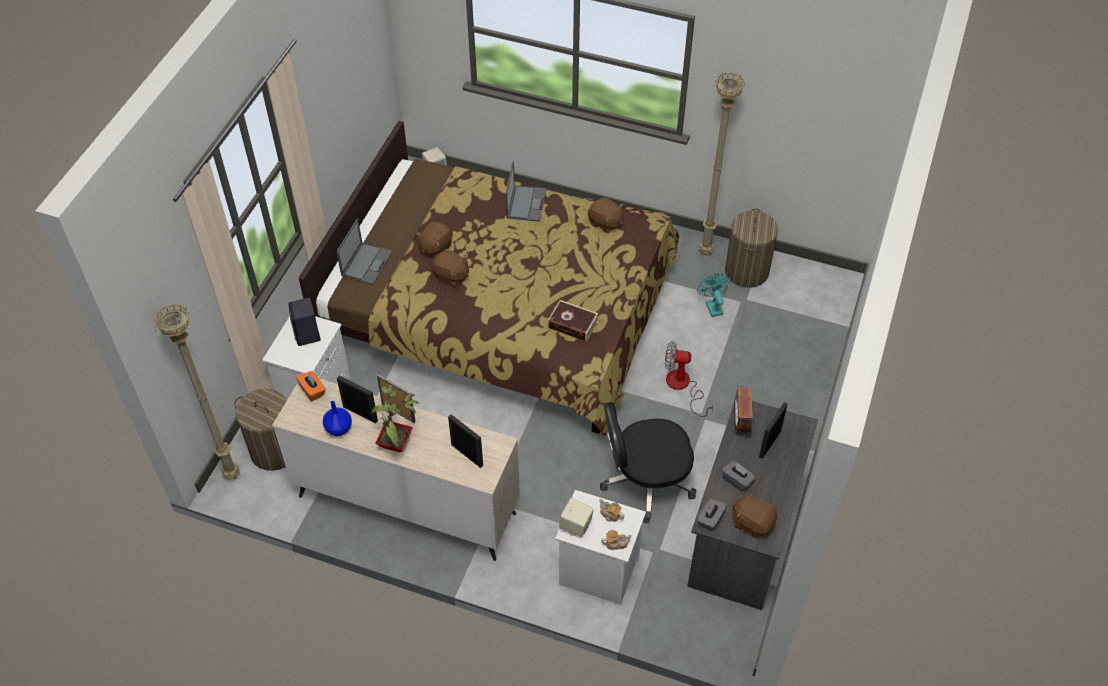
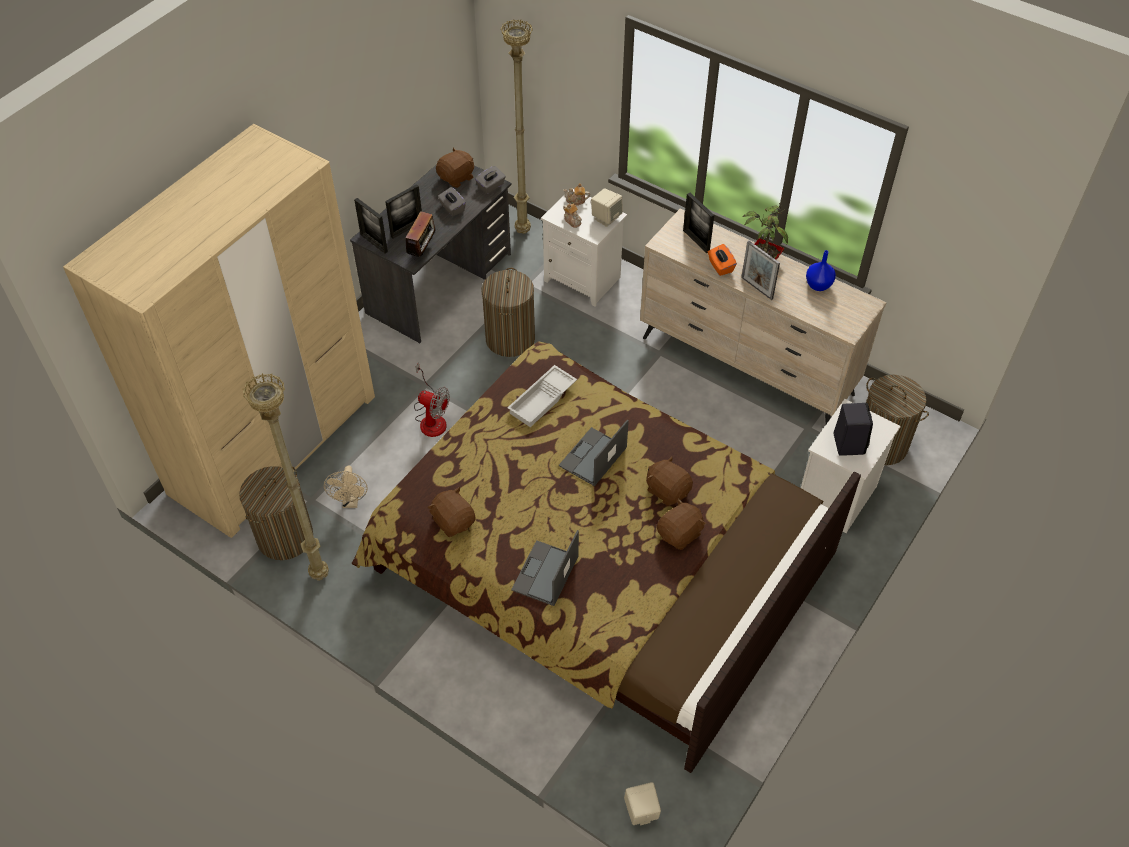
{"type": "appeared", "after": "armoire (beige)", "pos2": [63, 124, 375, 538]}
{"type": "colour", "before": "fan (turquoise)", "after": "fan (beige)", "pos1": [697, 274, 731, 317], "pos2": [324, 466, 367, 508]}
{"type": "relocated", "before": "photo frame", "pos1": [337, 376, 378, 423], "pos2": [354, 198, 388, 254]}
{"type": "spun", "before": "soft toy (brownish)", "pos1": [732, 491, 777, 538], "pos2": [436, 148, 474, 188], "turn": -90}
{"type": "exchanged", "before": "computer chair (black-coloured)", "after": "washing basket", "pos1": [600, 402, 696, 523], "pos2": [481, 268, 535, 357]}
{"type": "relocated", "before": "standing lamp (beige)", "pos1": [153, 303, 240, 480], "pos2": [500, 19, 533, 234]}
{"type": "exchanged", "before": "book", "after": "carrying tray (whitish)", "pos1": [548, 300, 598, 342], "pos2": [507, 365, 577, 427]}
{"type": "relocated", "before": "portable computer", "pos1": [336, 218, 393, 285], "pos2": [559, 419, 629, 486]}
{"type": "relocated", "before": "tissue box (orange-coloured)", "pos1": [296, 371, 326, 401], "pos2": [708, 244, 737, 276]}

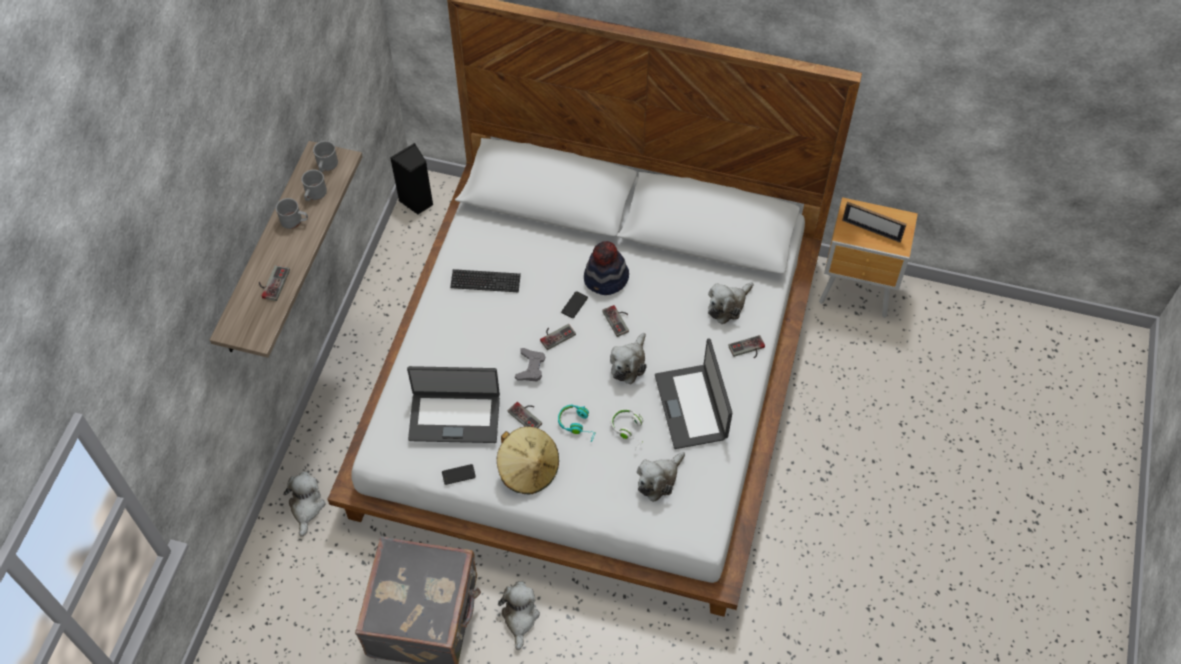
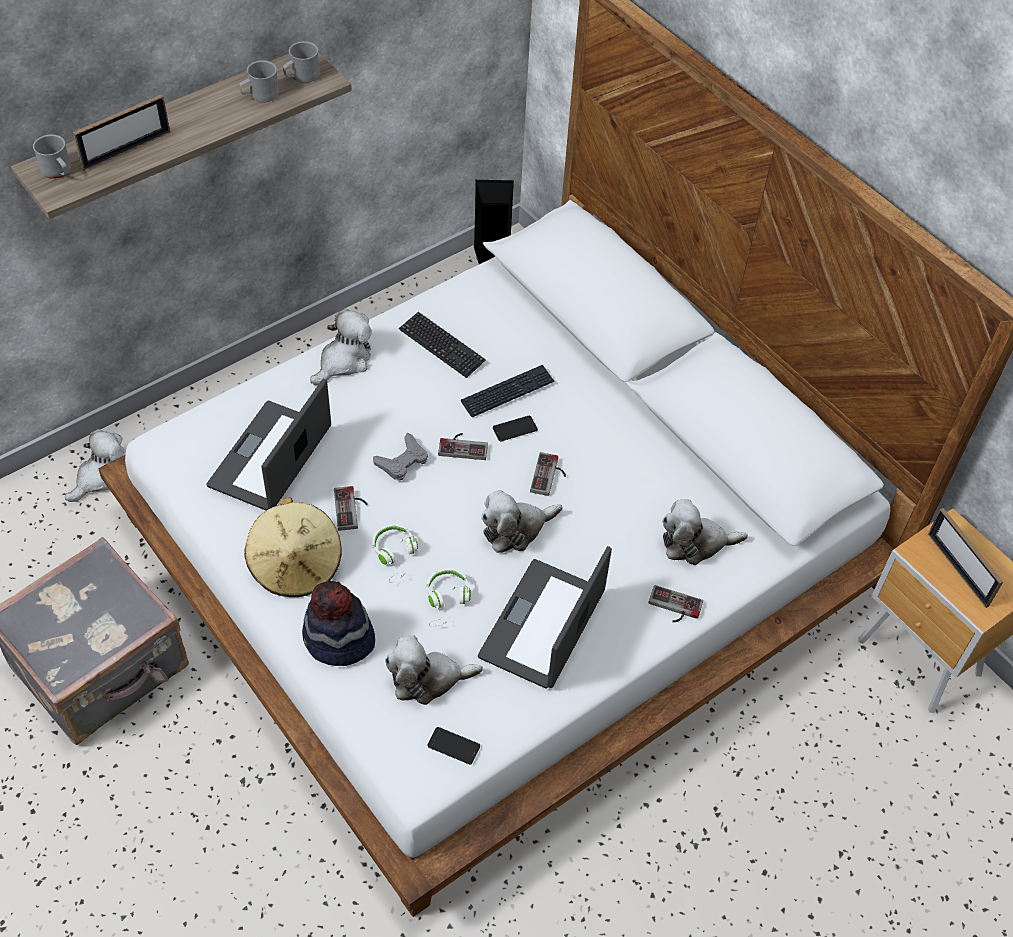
{"type": "relocated", "before": "tea mug (greyish)", "pos1": [276, 198, 308, 229], "pos2": [33, 134, 71, 179]}
{"type": "exchanged", "before": "gamepad", "after": "photo frame", "pos1": [259, 265, 290, 301], "pos2": [73, 94, 170, 171]}
{"type": "spun", "before": "portable computer", "pos1": [407, 366, 500, 443], "pos2": [206, 379, 331, 510], "turn": 75}
{"type": "relocated", "before": "clothing hat", "pos1": [584, 241, 629, 295], "pos2": [302, 581, 375, 666]}
{"type": "relocated", "before": "soft toy", "pos1": [498, 582, 540, 650], "pos2": [310, 309, 372, 385]}
{"type": "colour", "before": "headphones (turquoise)", "after": "headphones (whitish)", "pos1": [558, 405, 596, 442], "pos2": [372, 524, 418, 583]}
{"type": "relocated", "before": "telephone", "pos1": [442, 464, 476, 485], "pos2": [427, 727, 480, 765]}
{"type": "appeared", "after": "computer keyboard", "pos2": [461, 365, 555, 417]}

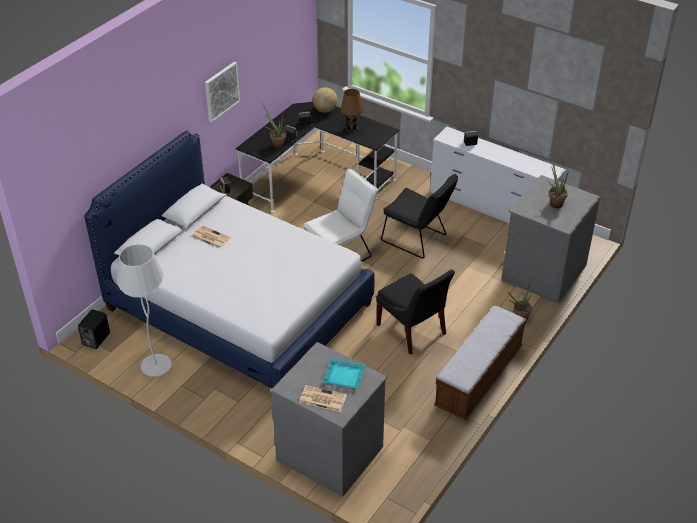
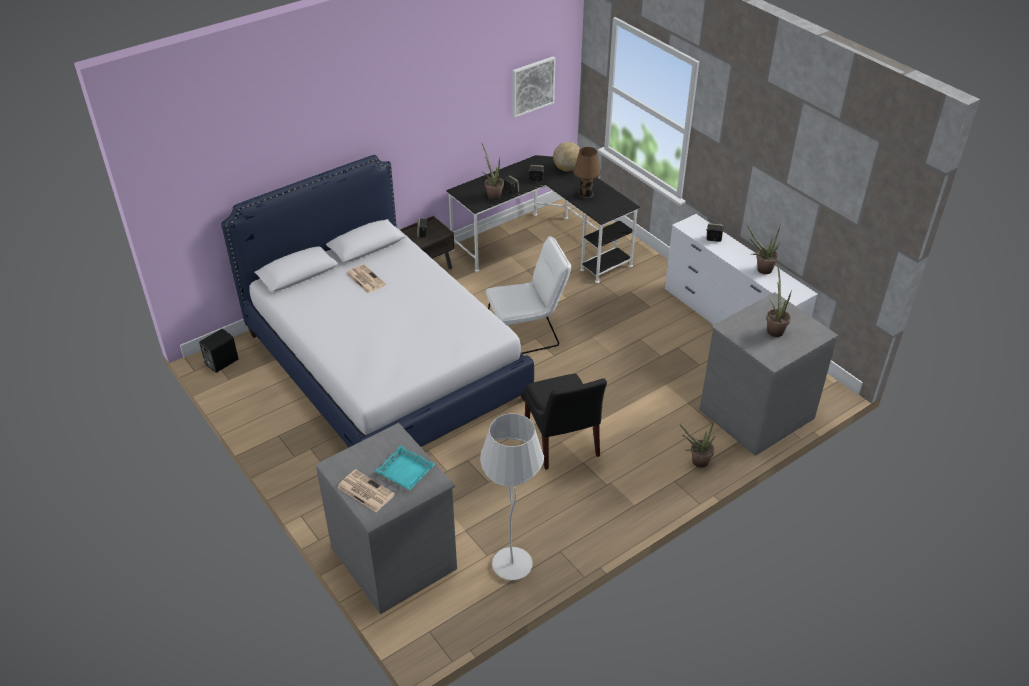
{"type": "relocated", "before": "standing lamp (whitish)", "pos1": [116, 244, 172, 377], "pos2": [480, 413, 544, 580]}
{"type": "relocated", "before": "wall art", "pos1": [205, 62, 240, 122], "pos2": [513, 57, 555, 118]}
{"type": "appeared", "after": "potted plant", "pos2": [747, 225, 780, 274]}
{"type": "missing", "before": "upright chair (black-coloured)", "pos1": [381, 173, 458, 259]}
{"type": "missing", "before": "bench", "pos1": [434, 305, 527, 421]}

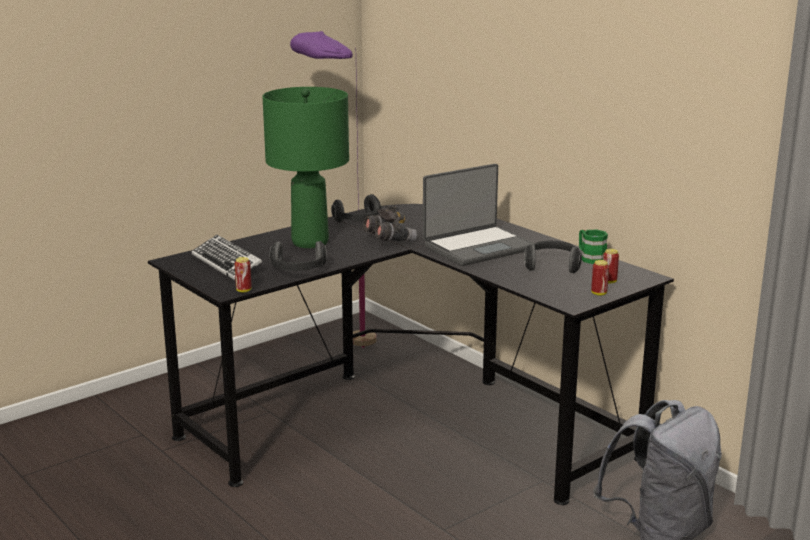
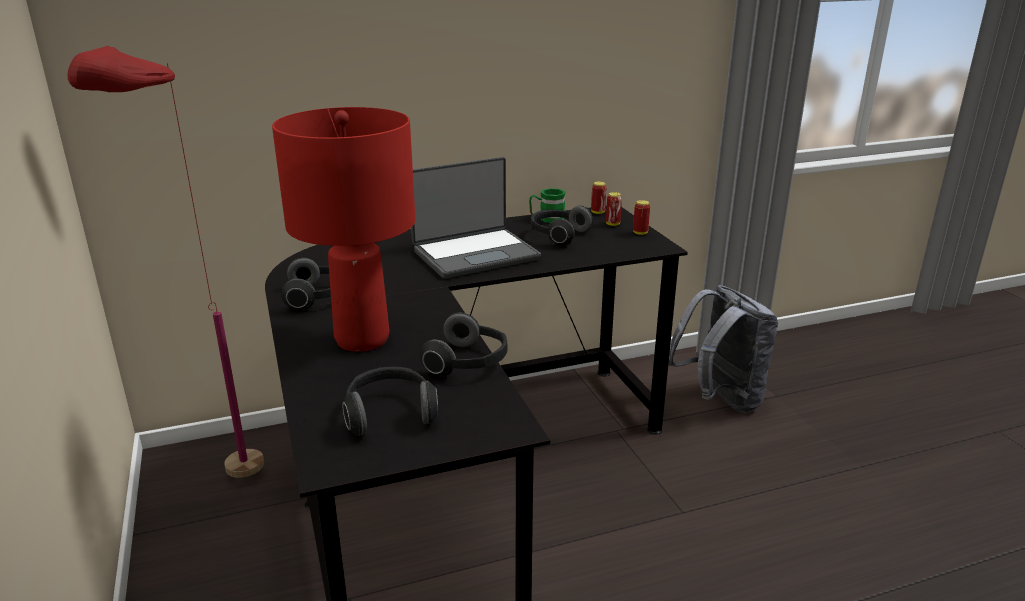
{"type": "colour", "before": "standing lamp (purple-coloured)", "after": "standing lamp (reddish)", "pos1": [290, 31, 377, 348], "pos2": [67, 46, 264, 478]}
{"type": "colour", "before": "lamp for a table (greenish)", "after": "lamp for a table (reddish)", "pos1": [262, 87, 349, 248], "pos2": [272, 107, 416, 352]}
{"type": "exchanged", "before": "computer keyboard", "after": "headphones", "pos1": [192, 235, 262, 281], "pos2": [342, 367, 438, 436]}
{"type": "spun", "before": "portable computer", "pos1": [423, 164, 535, 266], "pos2": [411, 157, 541, 279], "turn": 75}
{"type": "relocated", "before": "metal can", "pos1": [235, 257, 252, 293], "pos2": [591, 182, 607, 214]}
{"type": "missing", "before": "field glasses (greyish)", "pos1": [363, 205, 417, 242]}

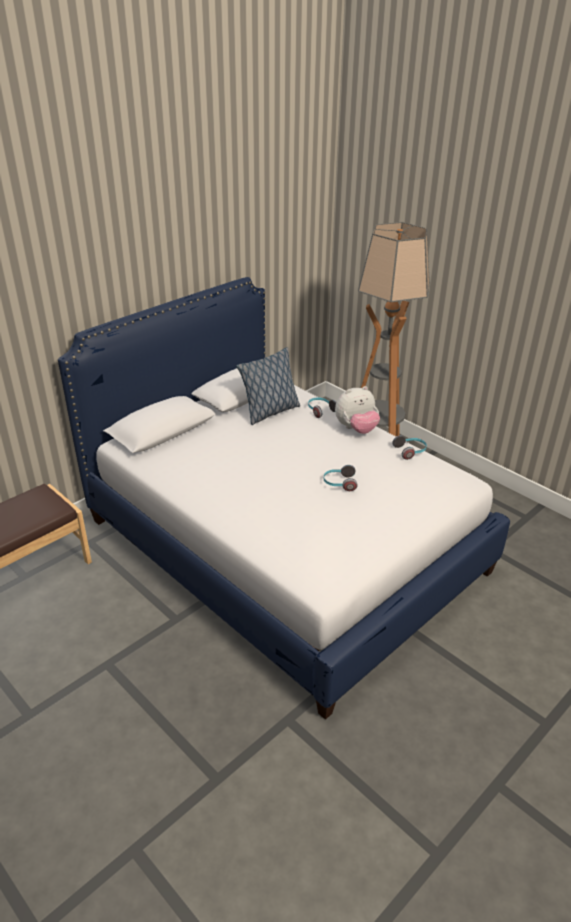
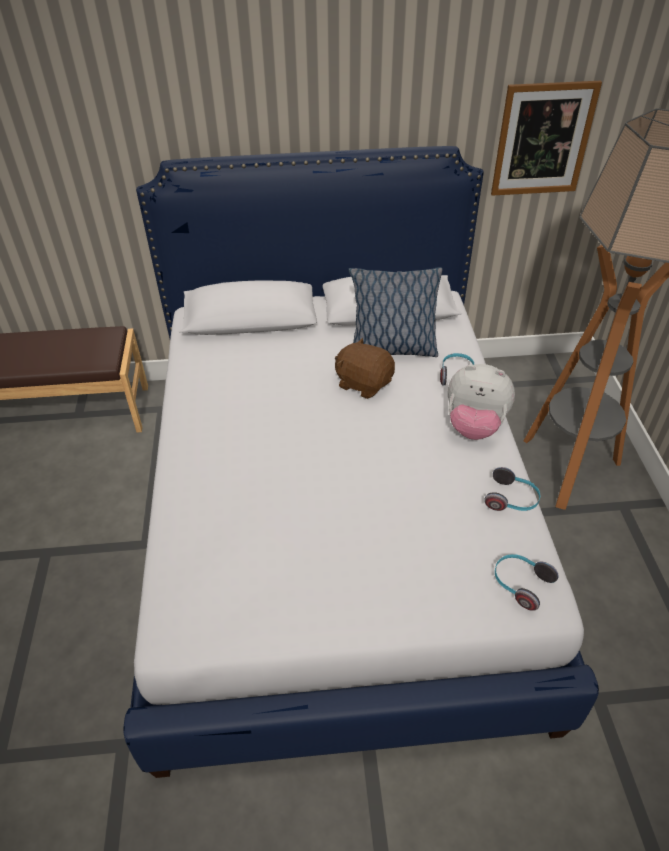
{"type": "appeared", "after": "soft toy (brownish)", "pos2": [335, 338, 395, 399]}
{"type": "appeared", "after": "wall art", "pos2": [491, 81, 602, 196]}
{"type": "relocated", "before": "headphones", "pos1": [324, 465, 358, 491], "pos2": [495, 554, 559, 611]}

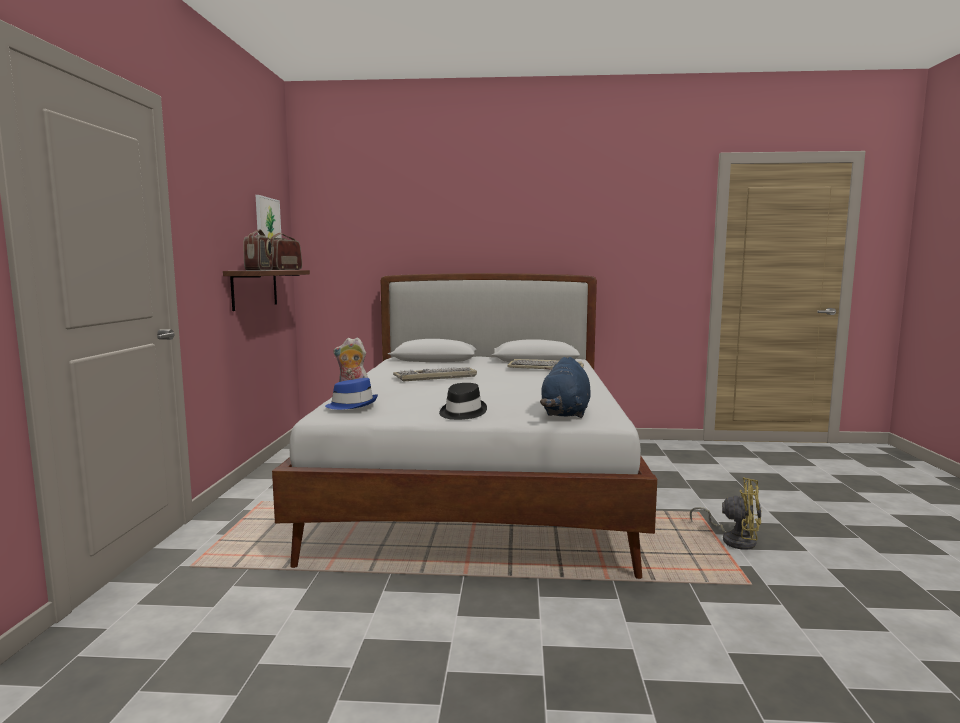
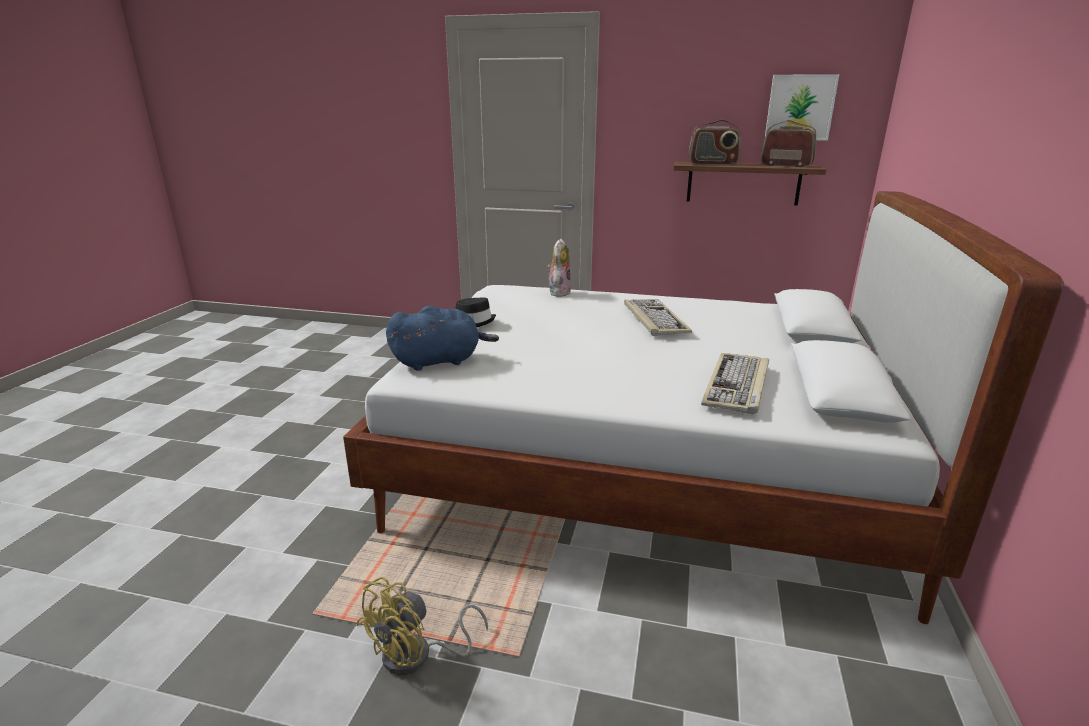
{"type": "spun", "before": "soft toy (bluish)", "pos1": [540, 357, 591, 418], "pos2": [386, 306, 499, 371], "turn": 135}
{"type": "missing", "before": "clothing hat (bluish)", "pos1": [325, 378, 378, 410]}

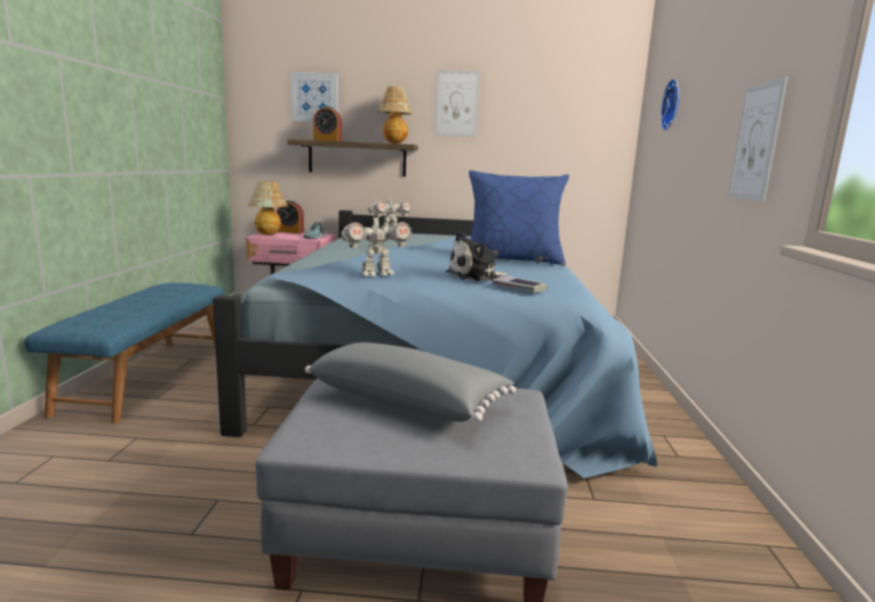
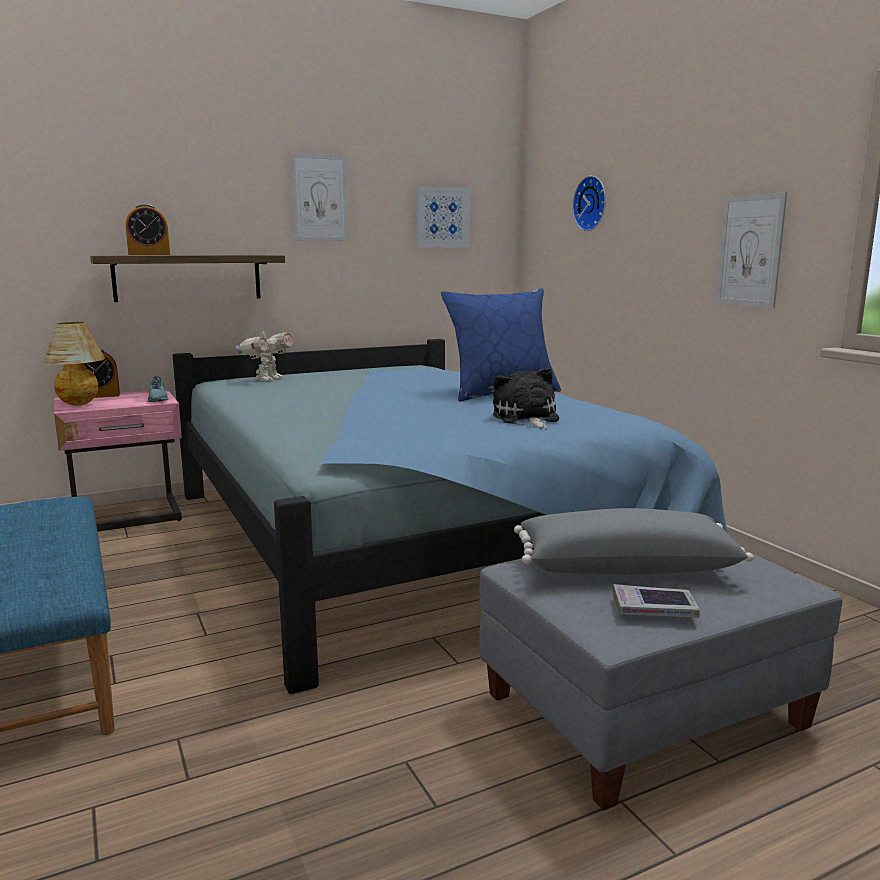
{"type": "relocated", "before": "wall art", "pos1": [291, 72, 338, 122], "pos2": [416, 186, 470, 247]}
{"type": "spun", "before": "soft toy", "pos1": [445, 232, 508, 282], "pos2": [493, 367, 559, 429], "turn": 135}
{"type": "relocated", "before": "book", "pos1": [492, 275, 547, 293], "pos2": [613, 584, 700, 618]}
{"type": "missing", "before": "toy robot", "pos1": [341, 211, 412, 276]}
{"type": "missing", "before": "lamp for a table", "pos1": [378, 86, 412, 144]}

